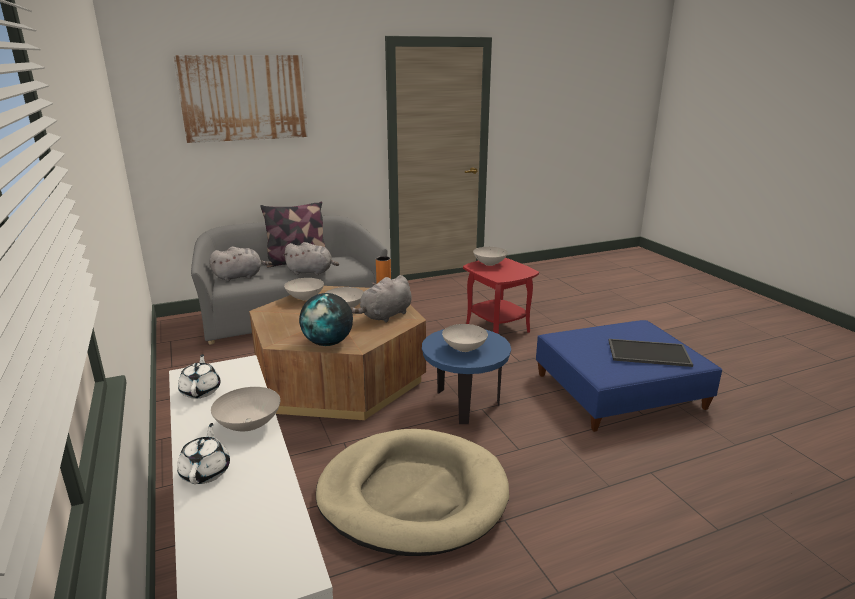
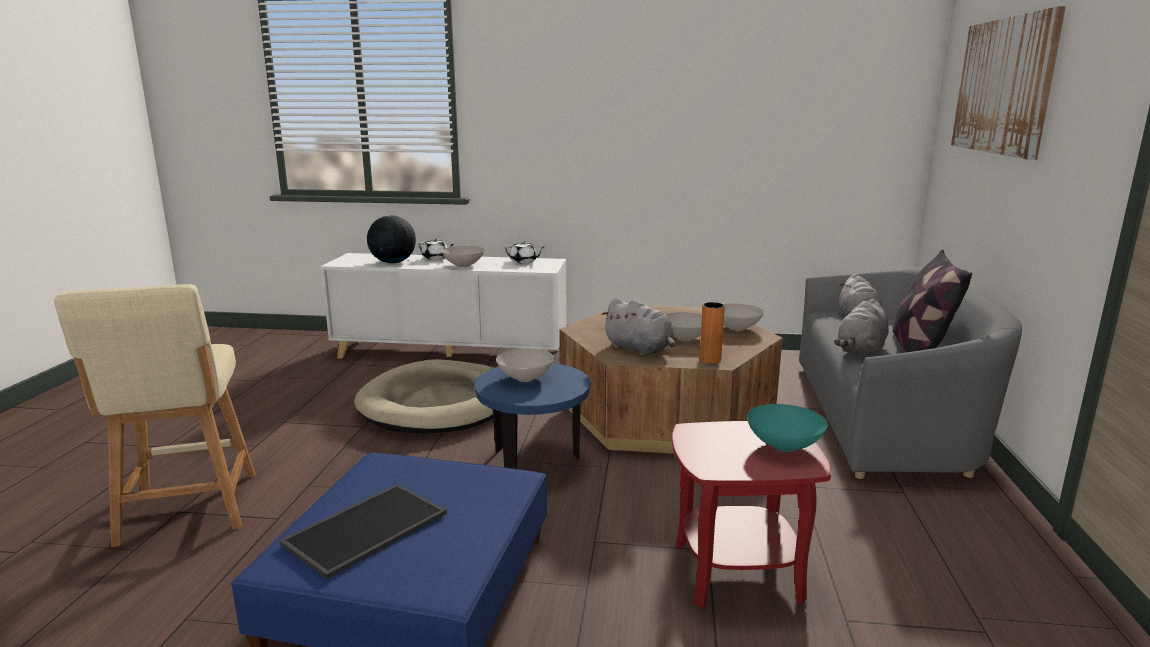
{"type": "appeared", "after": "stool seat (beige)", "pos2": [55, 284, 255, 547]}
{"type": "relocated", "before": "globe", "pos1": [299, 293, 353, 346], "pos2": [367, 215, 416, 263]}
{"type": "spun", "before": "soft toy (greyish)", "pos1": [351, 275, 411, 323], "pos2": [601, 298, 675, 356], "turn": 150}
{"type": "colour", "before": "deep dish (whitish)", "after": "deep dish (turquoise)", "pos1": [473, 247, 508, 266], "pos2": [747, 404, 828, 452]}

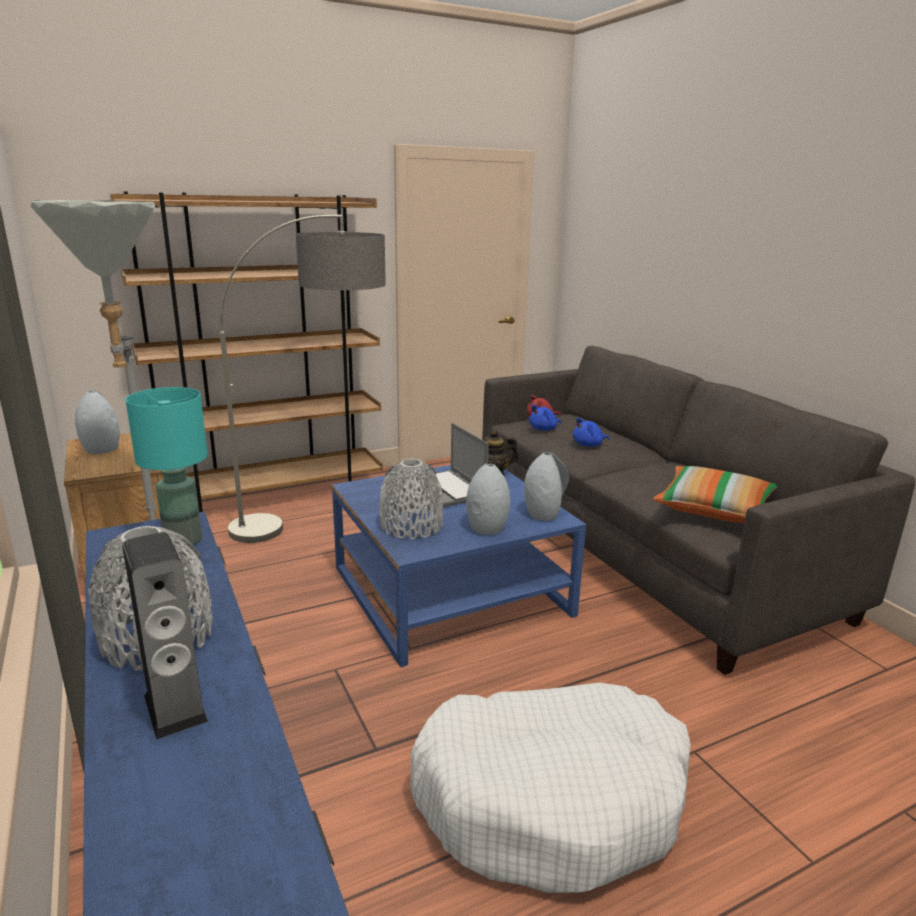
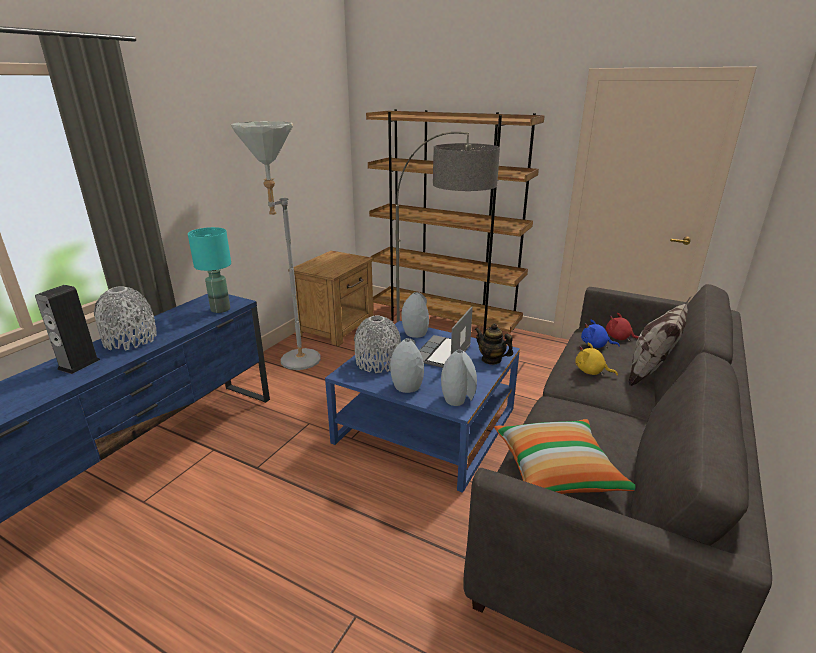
{"type": "relocated", "before": "flower vase (greyish)", "pos1": [75, 390, 120, 454], "pos2": [401, 292, 429, 338]}
{"type": "colour", "before": "soft toy (bluish)", "after": "soft toy (yellow-coloured)", "pos1": [573, 418, 610, 447], "pos2": [575, 342, 618, 376]}
{"type": "appeared", "after": "cushion", "pos2": [629, 296, 691, 386]}
{"type": "missing", "before": "dog cushion (whitish)", "pos1": [410, 683, 691, 893]}

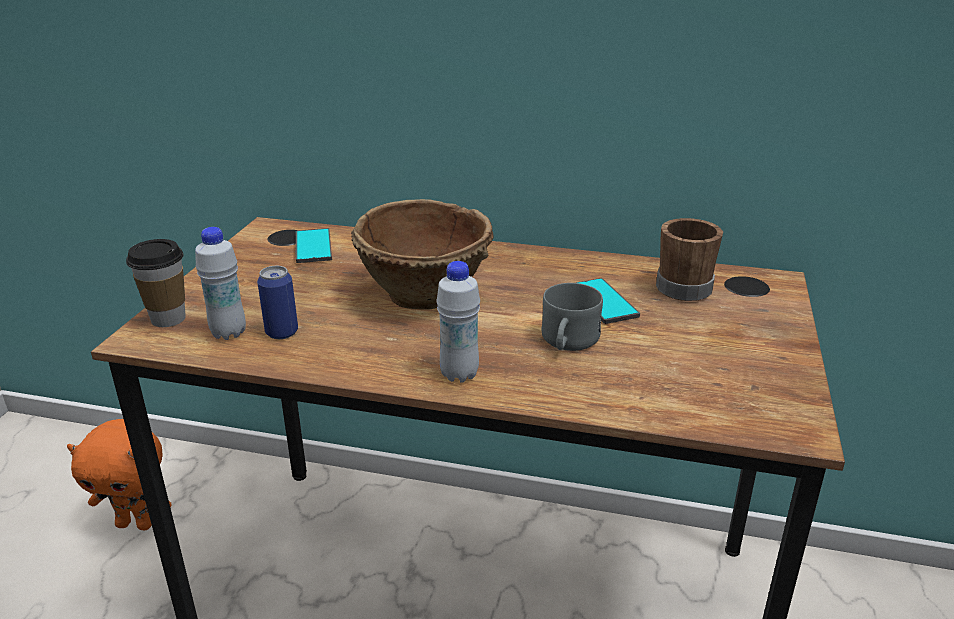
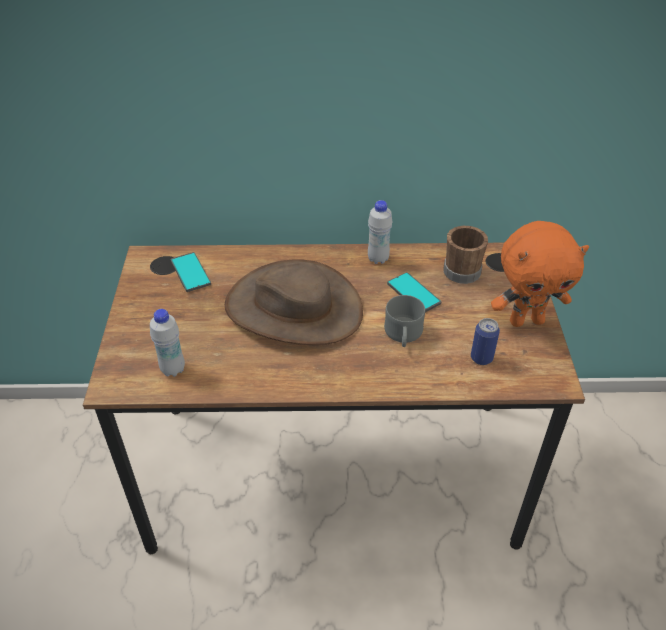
{"type": "exchanged", "before": "deep dish (brownish)", "after": "clothing hat (brownish)", "pos1": [351, 199, 494, 310], "pos2": [225, 259, 363, 345]}
{"type": "relocated", "before": "drink bottle (whitish)", "pos1": [436, 261, 480, 383], "pos2": [368, 200, 392, 264]}
{"type": "relocated", "before": "metal can", "pos1": [257, 266, 298, 339], "pos2": [471, 318, 500, 365]}
{"type": "relocated", "before": "soft toy (orange-coloured)", "pos1": [67, 419, 172, 530], "pos2": [491, 221, 589, 327]}
{"type": "missing", "before": "small cup", "pos1": [126, 239, 186, 327]}

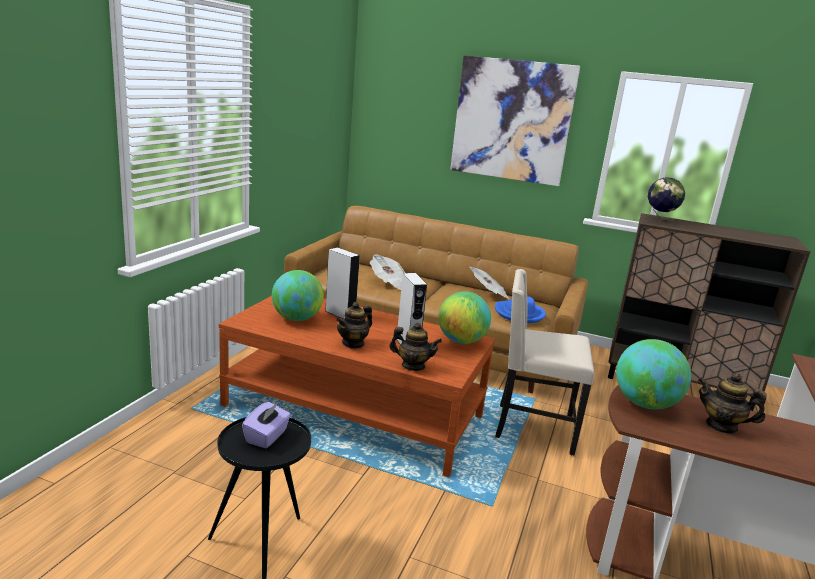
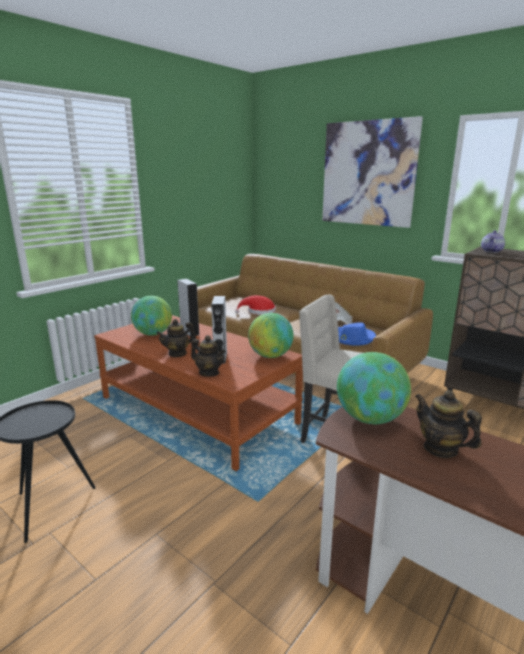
{"type": "exchanged", "before": "printed paper", "after": "clothing hat (reddish)", "pos1": [370, 255, 405, 290], "pos2": [235, 295, 276, 315]}
{"type": "exchanged", "before": "globe", "after": "teapot", "pos1": [645, 177, 685, 222], "pos2": [481, 230, 505, 253]}
{"type": "missing", "before": "tissue box (purple-coloured)", "pos1": [242, 402, 291, 448]}

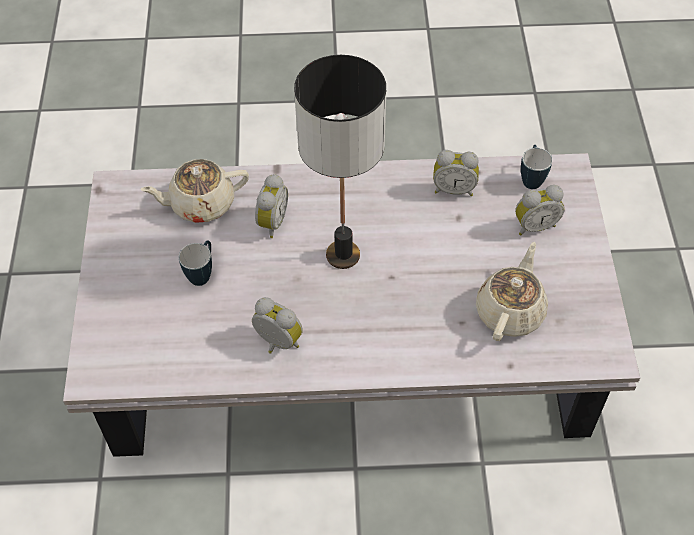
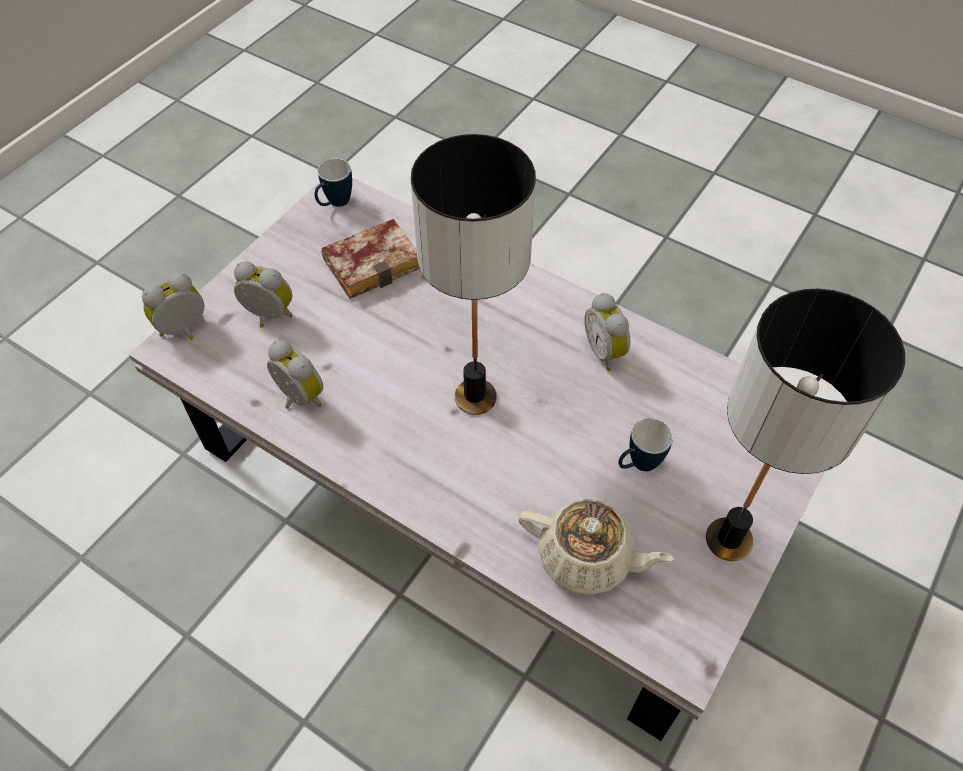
{"type": "relocated", "before": "alarm clock", "pos1": [255, 174, 288, 238], "pos2": [142, 273, 204, 340]}
{"type": "relocated", "before": "tea mug", "pos1": [521, 145, 552, 189], "pos2": [314, 158, 352, 207]}
{"type": "exchanged", "before": "teapot (beige)", "after": "book", "pos1": [476, 242, 548, 341], "pos2": [322, 219, 419, 299]}
{"type": "appeared", "after": "lamp for a table", "pos2": [706, 288, 905, 561]}

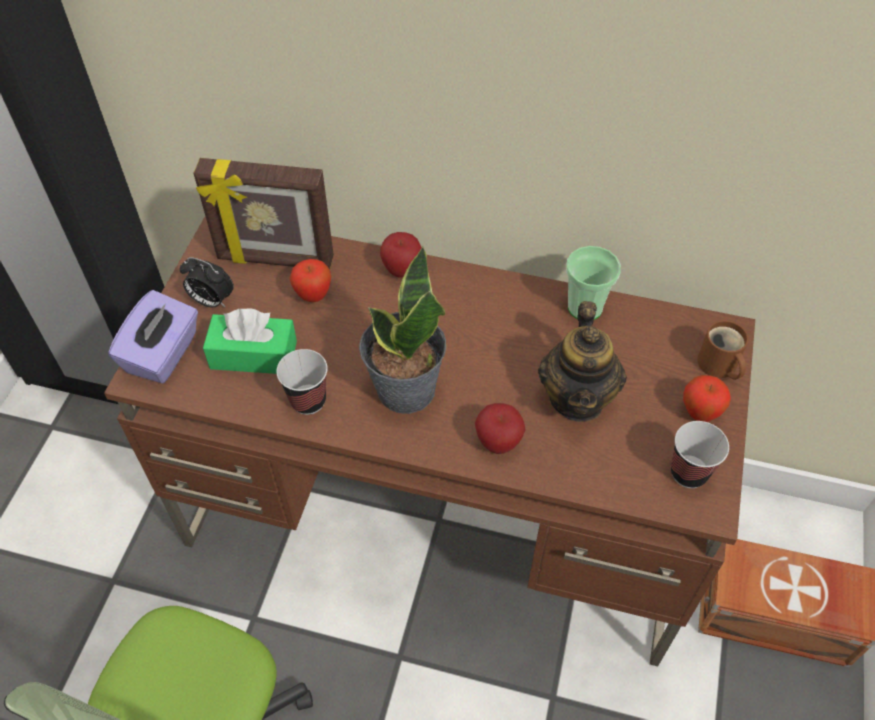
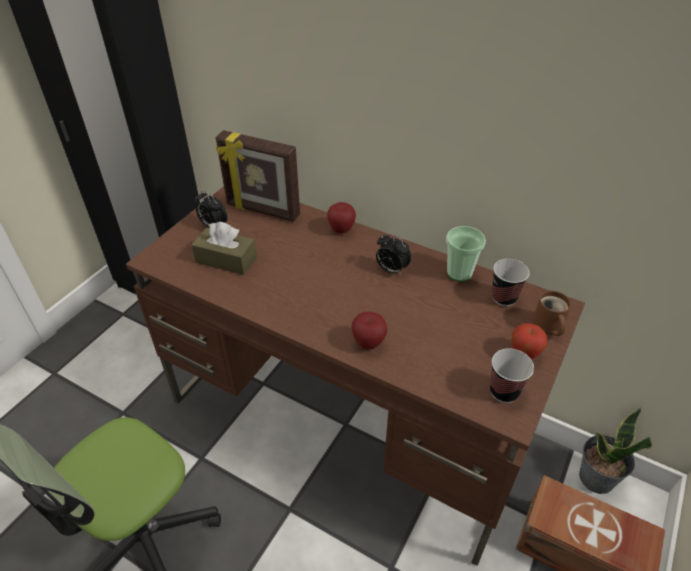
{"type": "colour", "before": "tissue box (greenish)", "after": "tissue box (brownish)", "pos1": [203, 309, 297, 374], "pos2": [192, 222, 257, 275]}
{"type": "appeared", "after": "alarm clock", "pos2": [376, 233, 411, 275]}
{"type": "relocated", "before": "small cup", "pos1": [276, 349, 328, 415], "pos2": [492, 259, 530, 306]}
{"type": "relocated", "before": "potted plant", "pos1": [359, 245, 446, 414], "pos2": [579, 407, 652, 494]}
{"type": "missing", "before": "tissue box (purple-coloured)", "pos1": [108, 290, 198, 383]}
{"type": "missing", "before": "apple", "pos1": [290, 259, 331, 302]}
{"type": "missing", "before": "teapot", "pos1": [538, 301, 627, 422]}

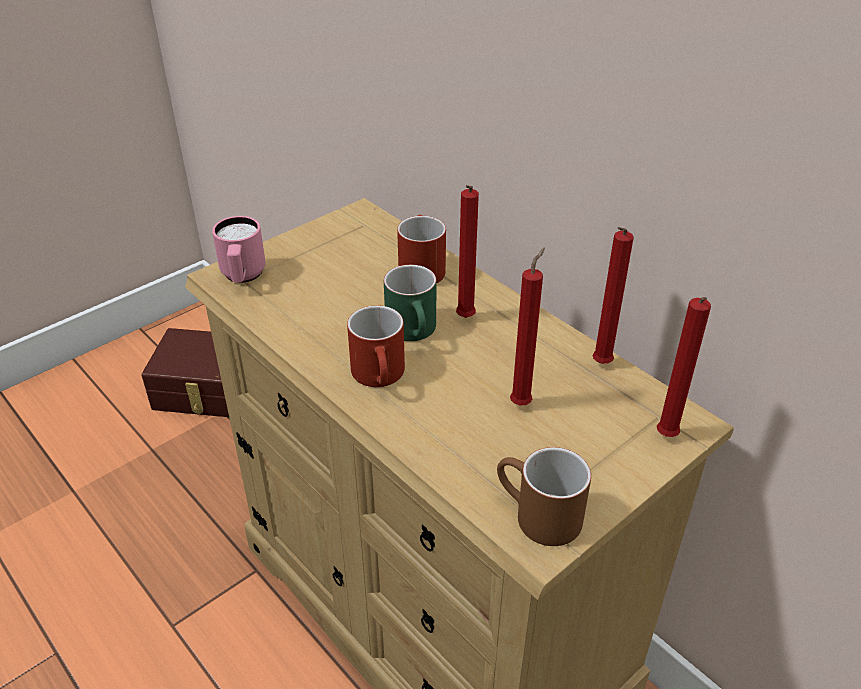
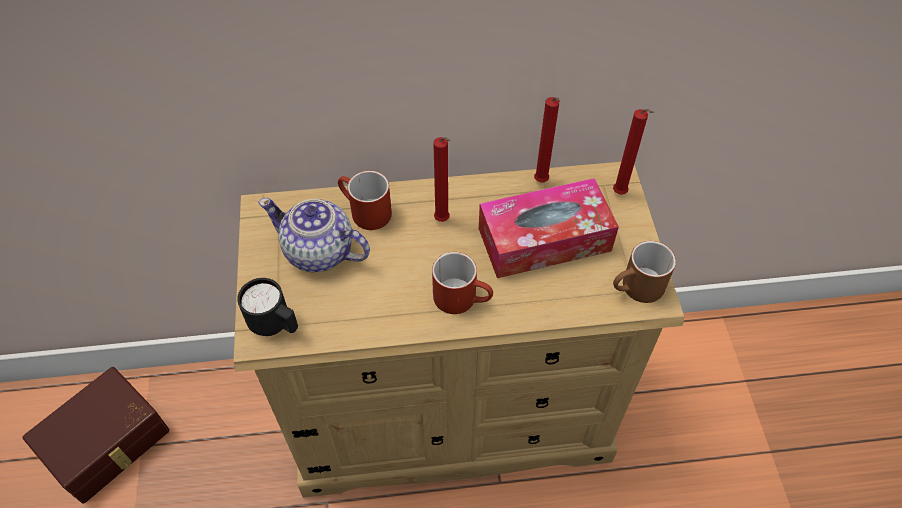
{"type": "colour", "before": "tea mug (pinkish)", "after": "tea mug (black-coloured)", "pos1": [212, 216, 265, 283], "pos2": [237, 278, 298, 336]}
{"type": "appeared", "after": "teapot", "pos2": [258, 198, 370, 272]}
{"type": "exchanged", "before": "candle (reddish)", "after": "tissue box", "pos1": [510, 247, 545, 406], "pos2": [479, 178, 619, 278]}
{"type": "missing", "before": "tea mug (greenish)", "pos1": [384, 265, 436, 341]}

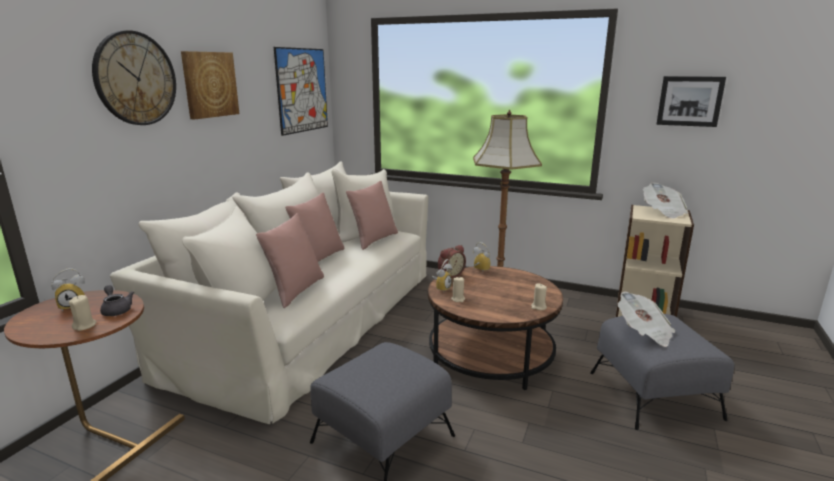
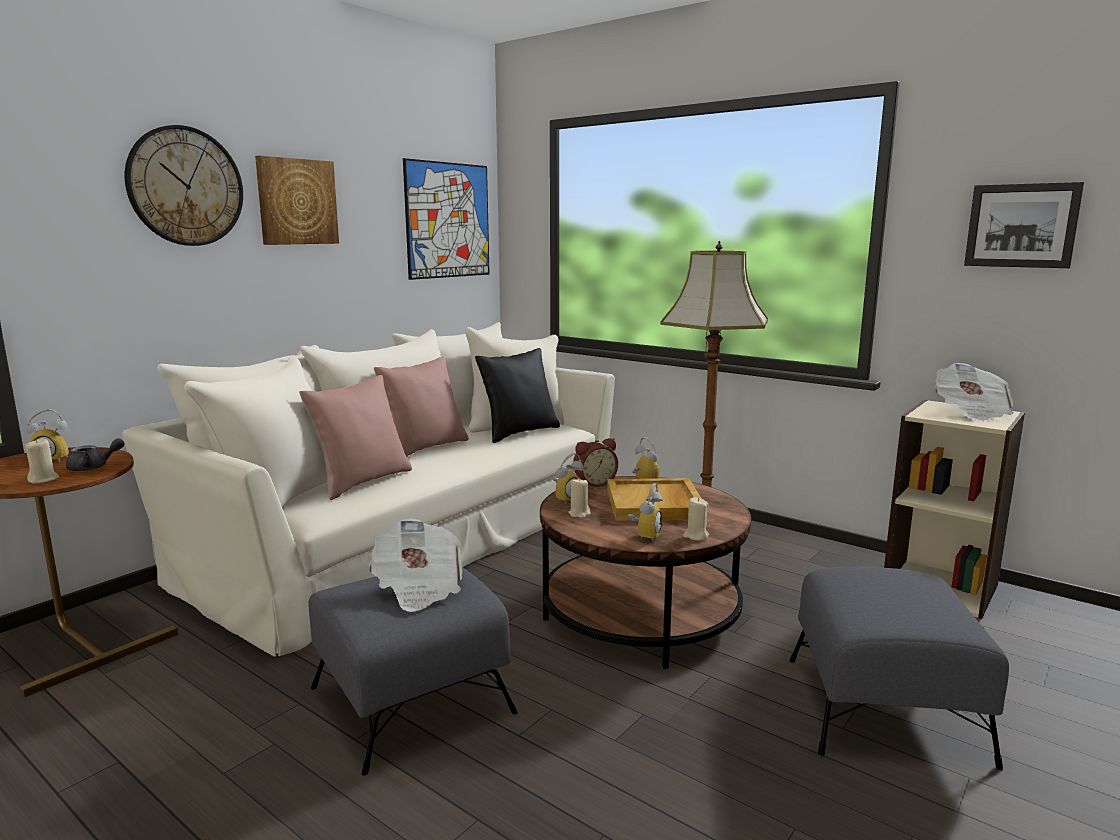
{"type": "spun", "before": "teapot (greyish)", "pos1": [100, 285, 134, 316], "pos2": [66, 438, 125, 472], "turn": 90}
{"type": "relocated", "before": "printed paper", "pos1": [618, 291, 675, 347], "pos2": [369, 518, 462, 612]}
{"type": "colour", "before": "cushion (pinkish)", "after": "cushion (black-coloured)", "pos1": [346, 181, 398, 250], "pos2": [475, 348, 560, 443]}
{"type": "appeared", "after": "carrying tray (beige)", "pos2": [607, 478, 702, 521]}
{"type": "appeared", "after": "alarm clock", "pos2": [628, 483, 663, 541]}

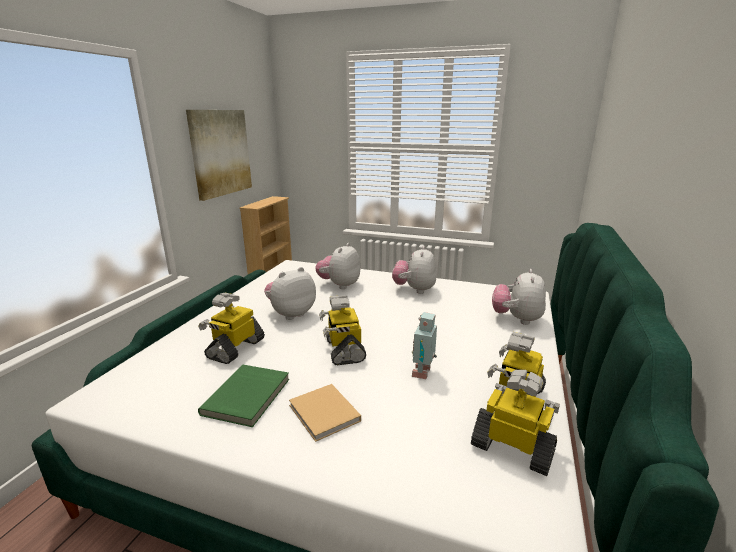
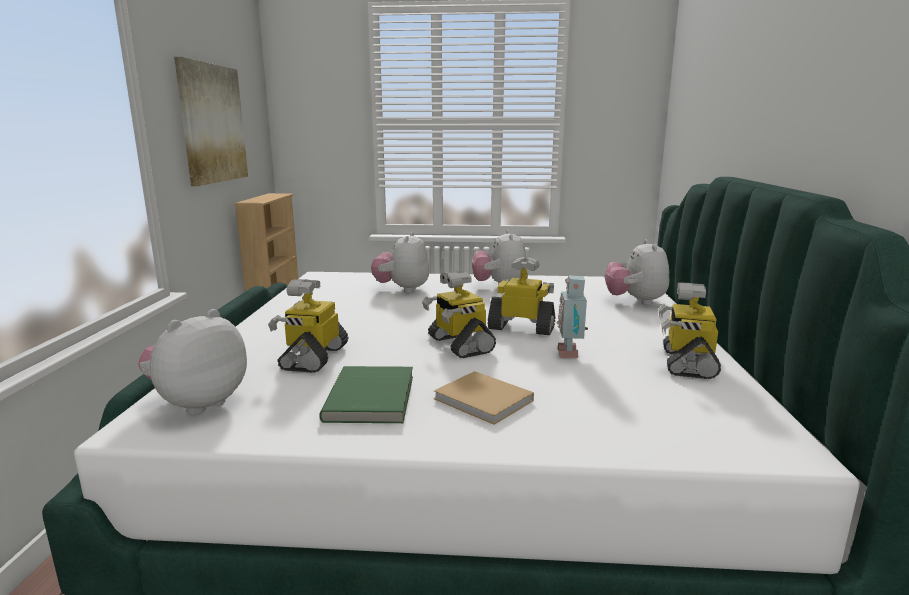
{"type": "relocated", "before": "soft toy", "pos1": [264, 267, 316, 320], "pos2": [138, 309, 247, 415]}
{"type": "relocated", "before": "toy robot", "pos1": [471, 370, 560, 476], "pos2": [488, 257, 555, 335]}

